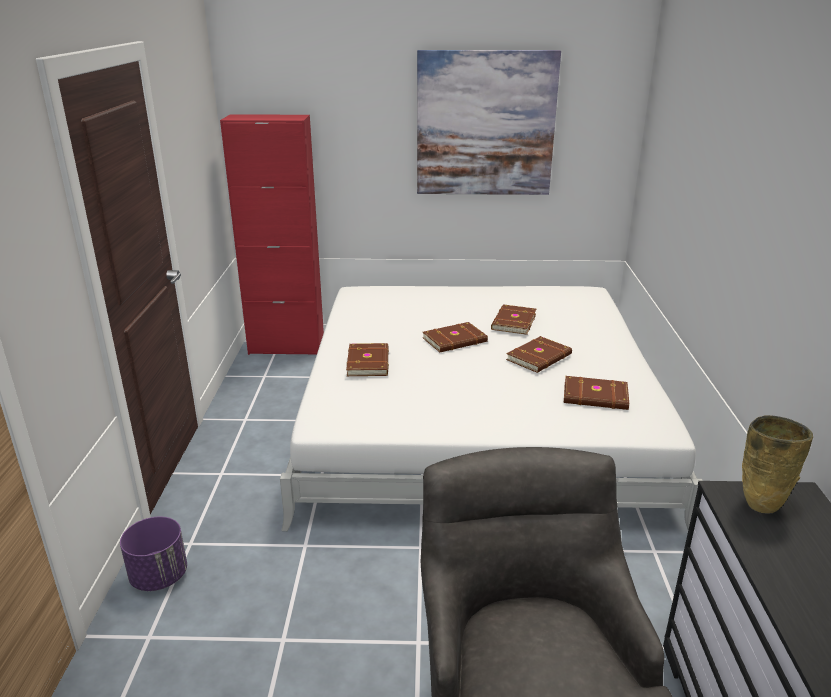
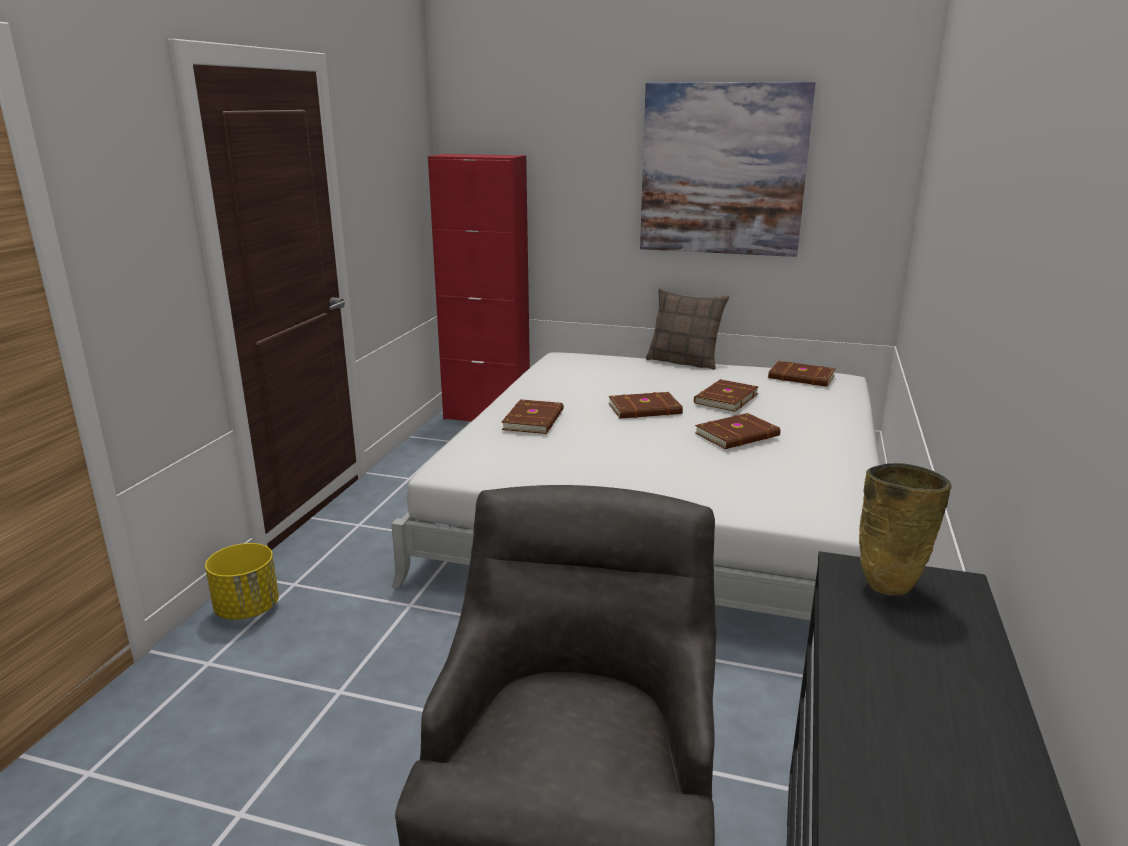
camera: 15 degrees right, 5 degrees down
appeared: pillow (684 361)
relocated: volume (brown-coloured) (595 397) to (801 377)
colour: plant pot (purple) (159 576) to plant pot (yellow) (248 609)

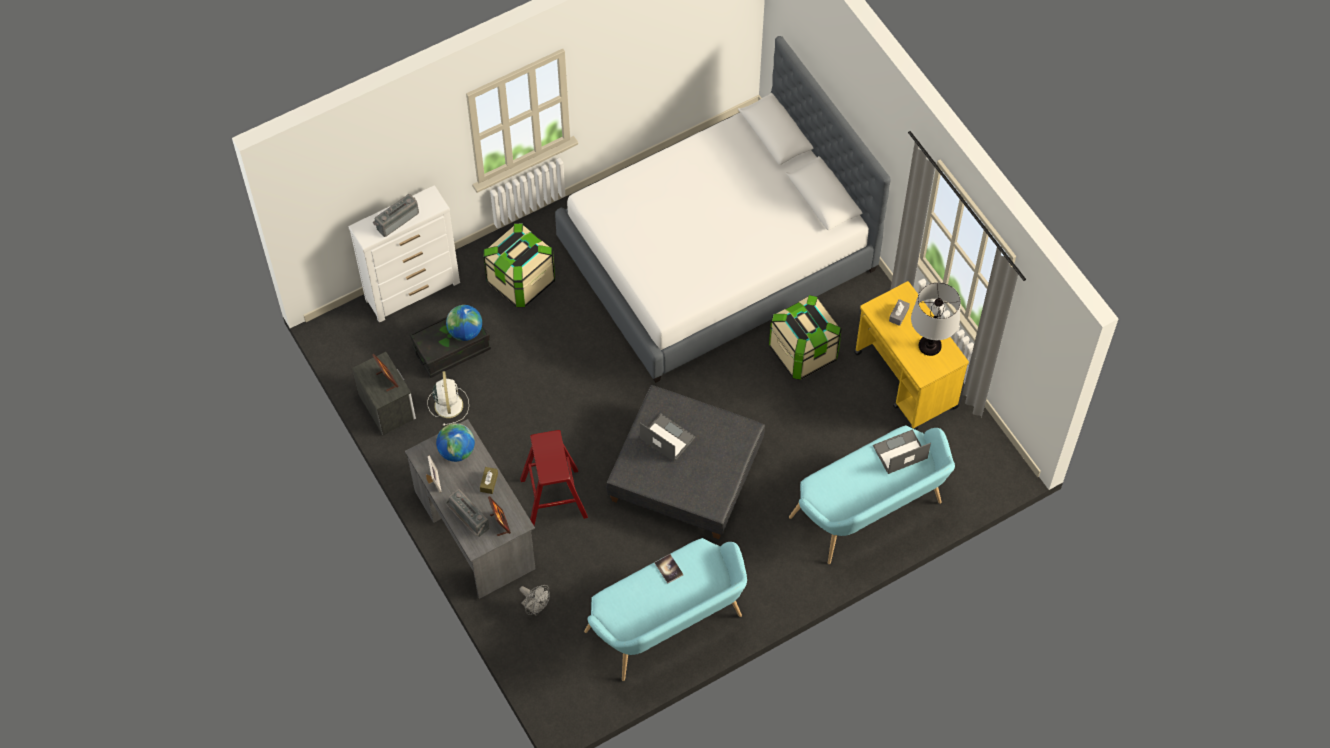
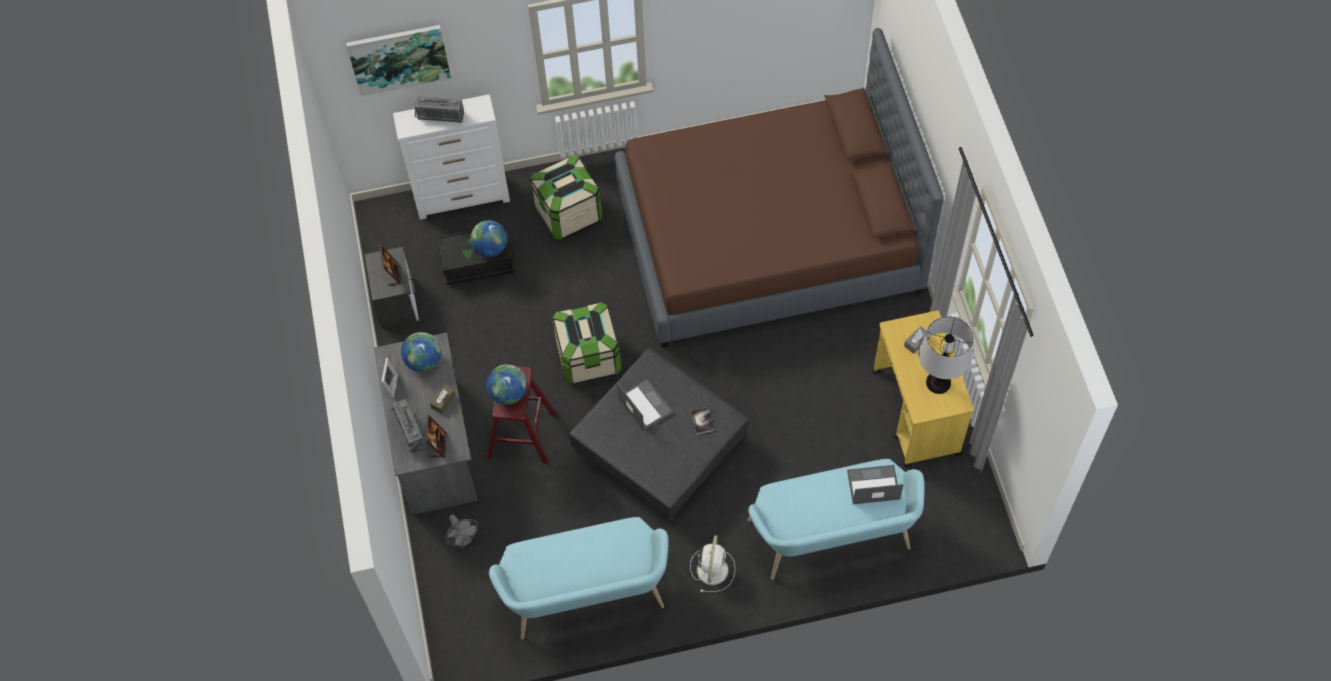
camera: 20 degrees right, 0 degrees up
appeared: wall art (399 58); globe (508 393)
relocated: storage box (803 352) to (588 358); fan (white) (448 404) to (712 568); volume (668 569) to (702 421)
colour: sleeping bed (white) (717 255) to sleeping bed (brown-coloured) (768 238)
spun: radio receiver (396 219) = (440 118) 150 degrees counterclockwise

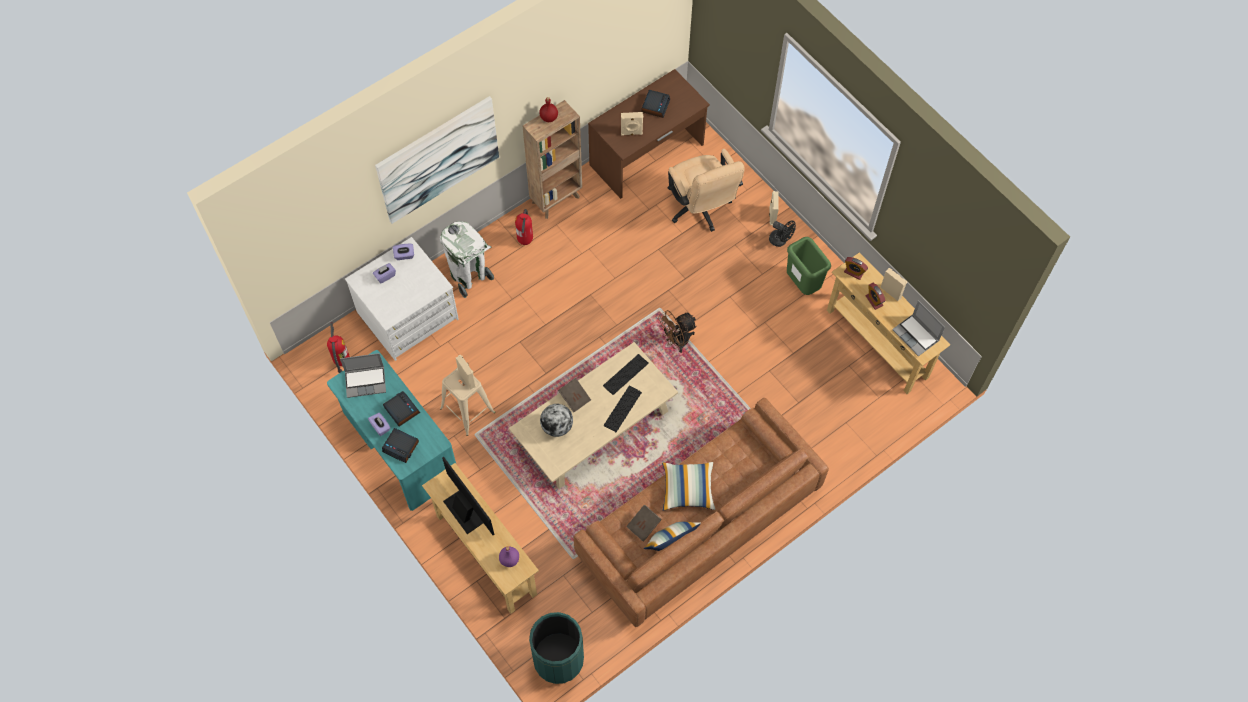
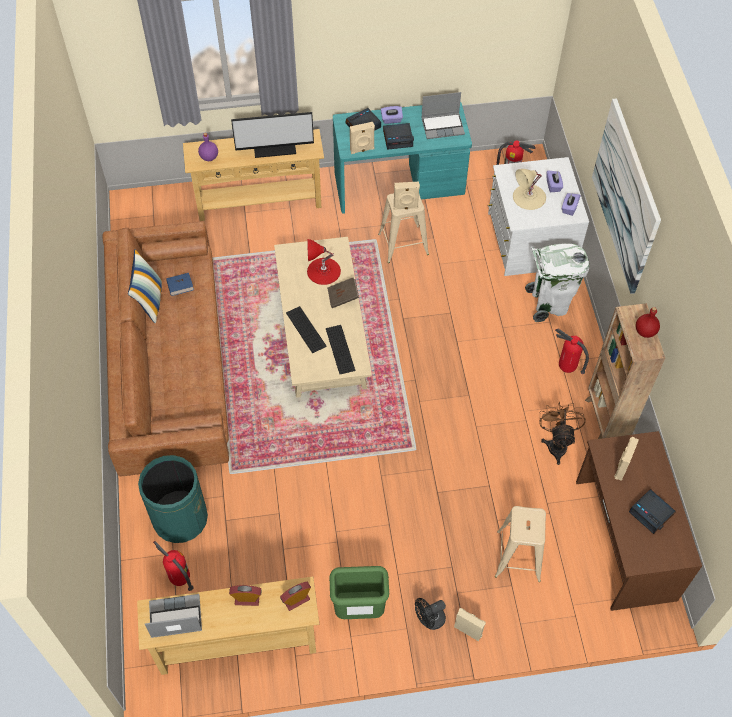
camera: 120 degrees right, 5 degrees down
missing: pillow (687 489)
appeared: table lamp (beige) (529 197); fire-fighting cylinder (180 579)
relocated: audio speaker (beige) (891 292) to (362 150); fan (brown-coloured) (676 341) to (557 443); waste bin (green-coloured) (558 659) to (180 518)
exchanged: office chair (beige) (700 209) to stool seat (beige) (518 556); globe (557 426) to table lamp (red-coloured) (323 271)
colour: volume (brown-coloured) (643 525) to volume (blue-coloured) (181 289)
spun: portable computer (366 381) = (443 126) 120 degrees counterclockwise

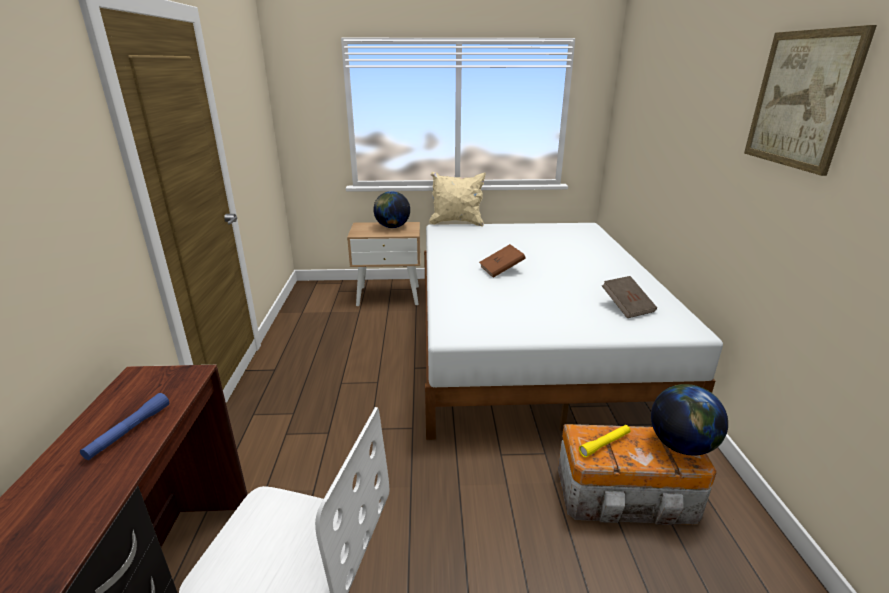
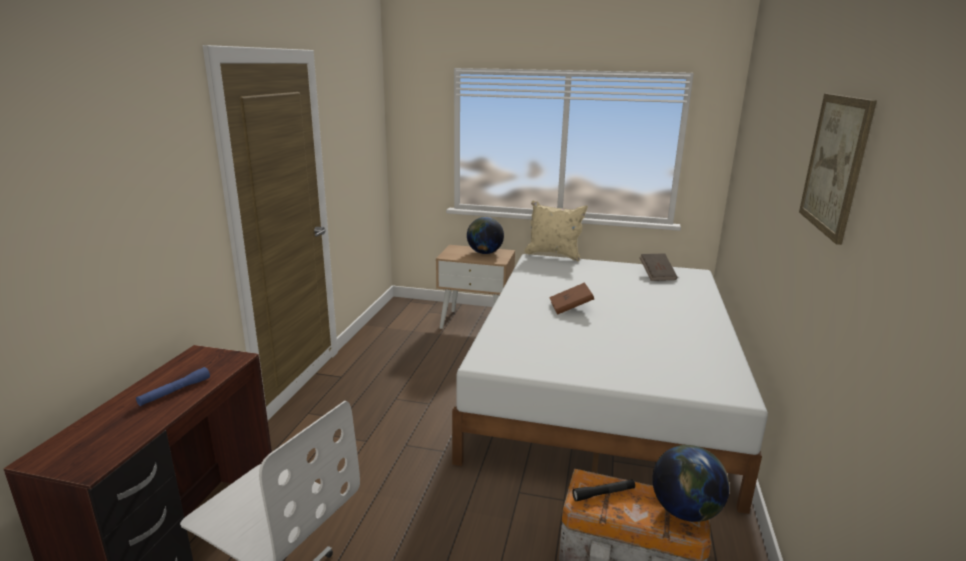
camera: 15 degrees right, 5 degrees down
relocated: volume (brown-coloured) (627 307) to (657 275)
colour: hand torch (yellow) (604 444) to hand torch (black-coloured) (603 494)

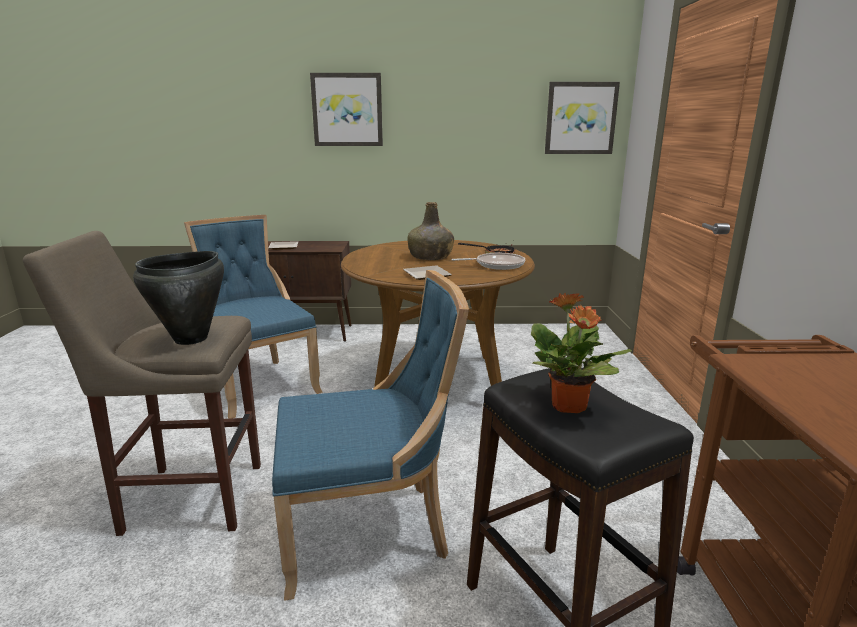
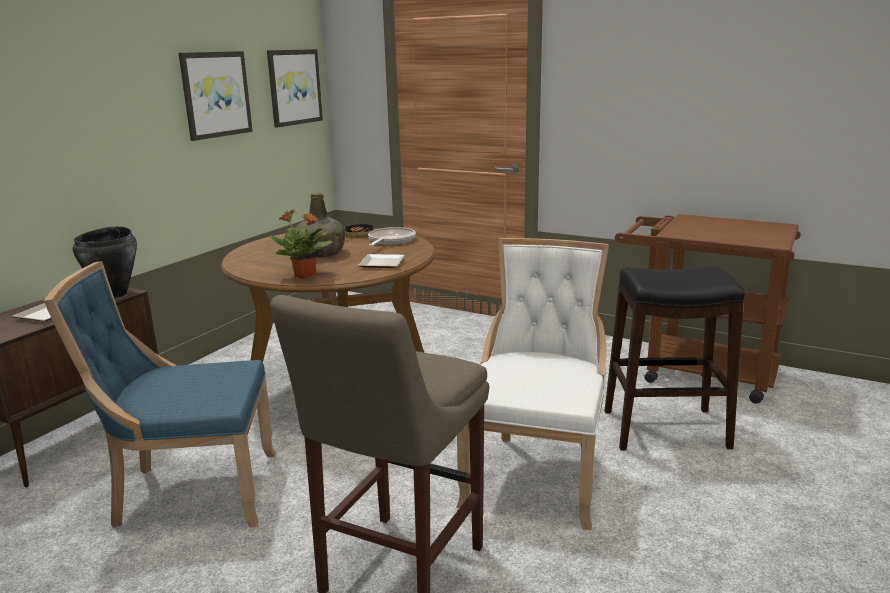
camera: 60 degrees left, 0 degrees up
relocated: wall art (347 110) to (215 94); saucepot (black-coloured) (191 339) to (115 294); houseplant (569 407) to (305 275)
colour: chair (blue-coloured) (370 530) to chair (white) (536 475)

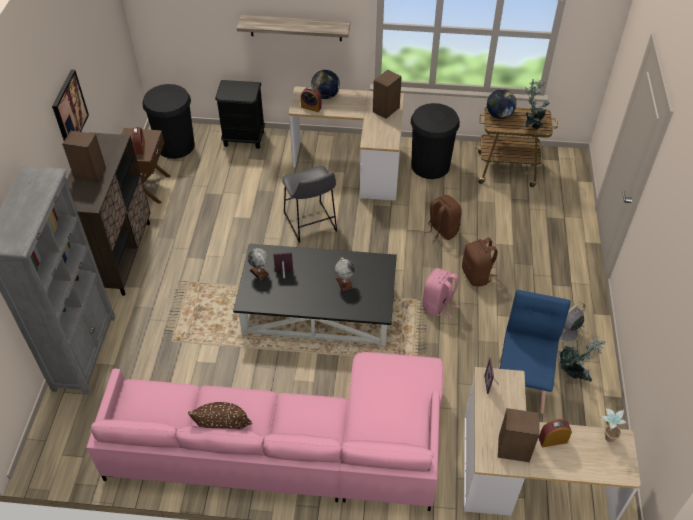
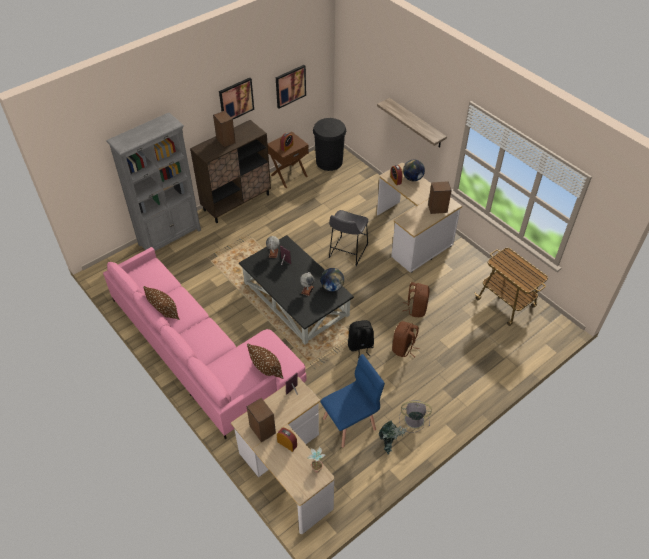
camera: 45 degrees right, 0 degrees up
missing: houseplant (532 125); bedside table (black-coloured) (244 138); waste bin (black-coloured) (430 165)
appeared: wall art (290 86); pillow (brown-coloured) (266 370)
relocated: globe (499 115) to (332 287)
colour: rucksack (pink-coloured) (438 305) to rucksack (black-coloured) (360 346)

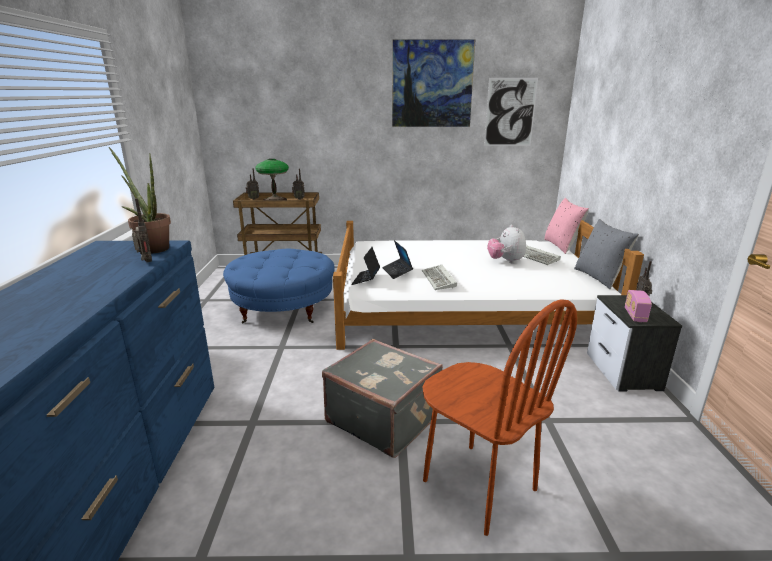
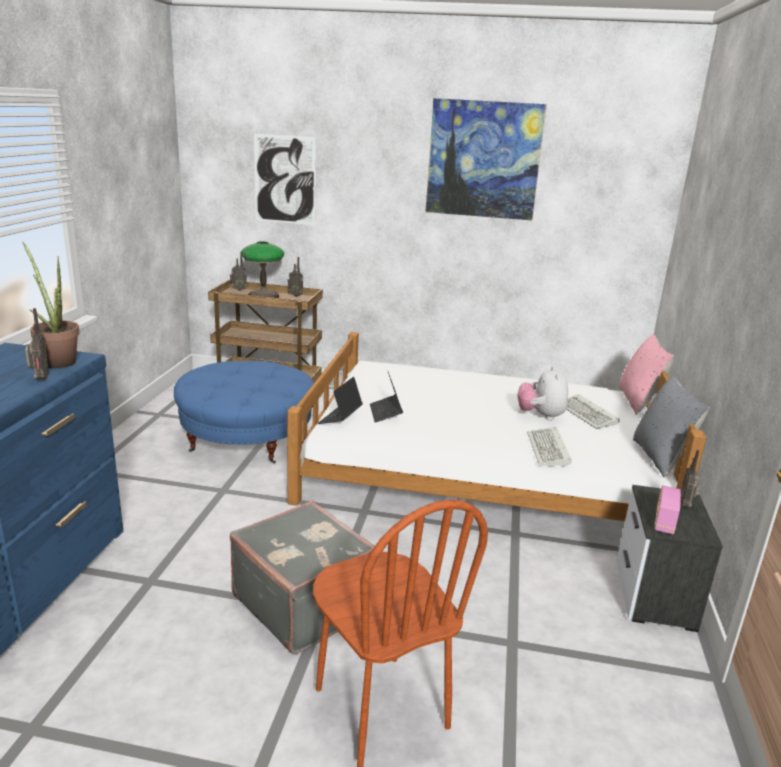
camera: 10 degrees right, 0 degrees up
relocated: wall art (510 112) to (285 180); computer keyboard (439 280) to (549 450)

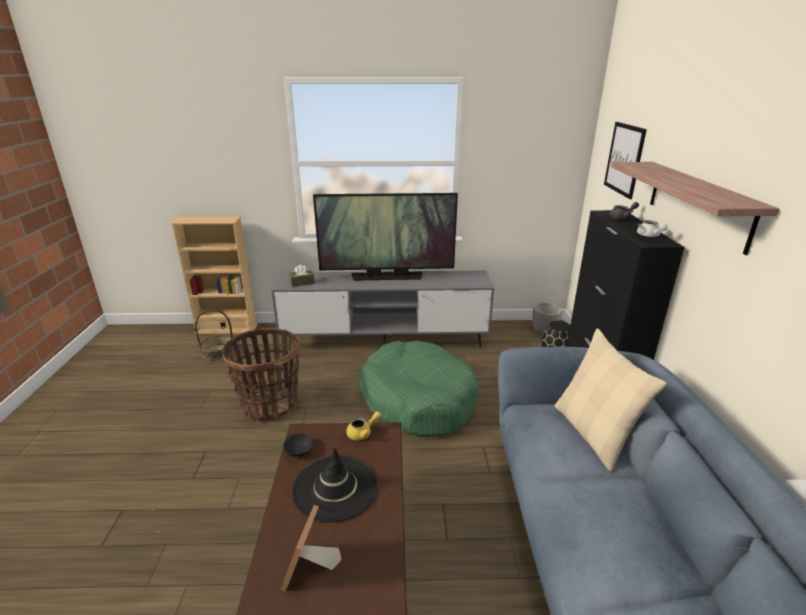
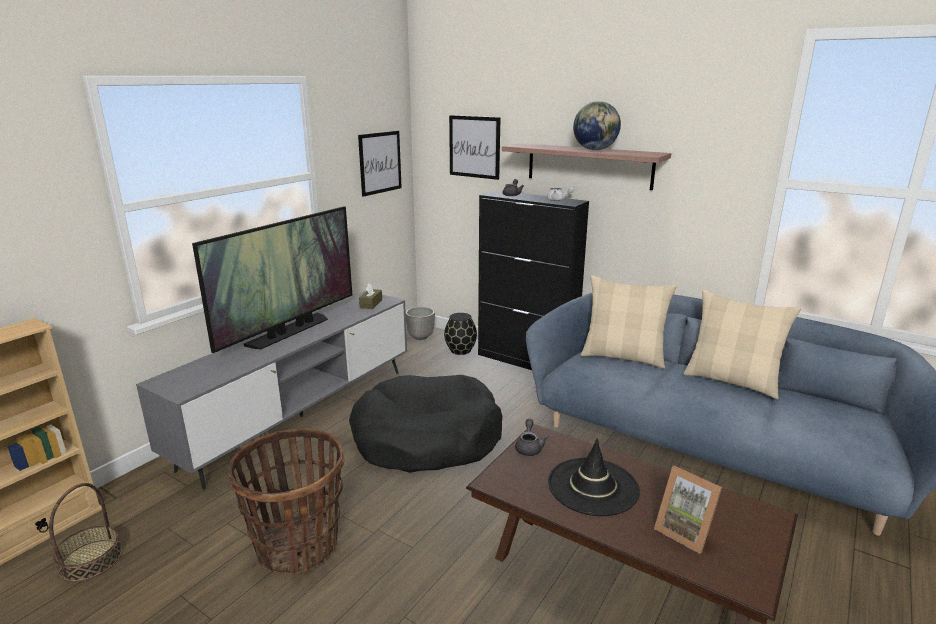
camera: 55 degrees left, 5 degrees down
missing: serving bowl (black-coloured) (298 450)
appeared: globe (595 150); wall art (380 162); pillow (beige) (731 381)
relocated: tissue box (brown-coloured) (302 283) to (371 304)
colour: dog cushion (green-coloured) (417 399) to dog cushion (black-coloured) (426 438); teapot (yellow) (362 433) to teapot (gray) (529 447)

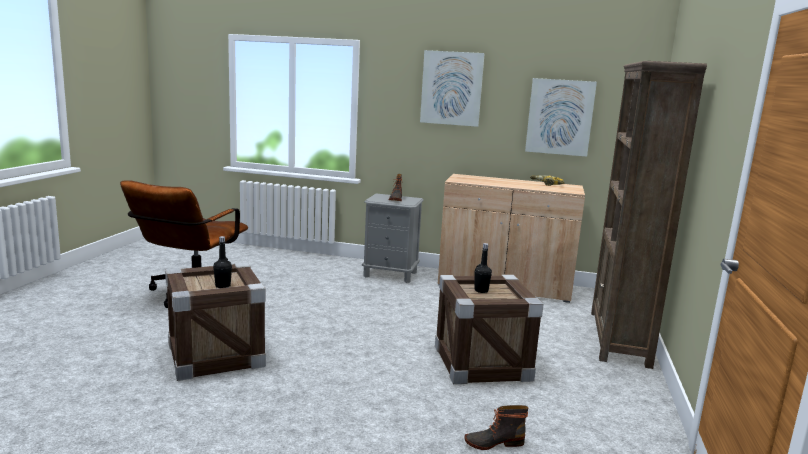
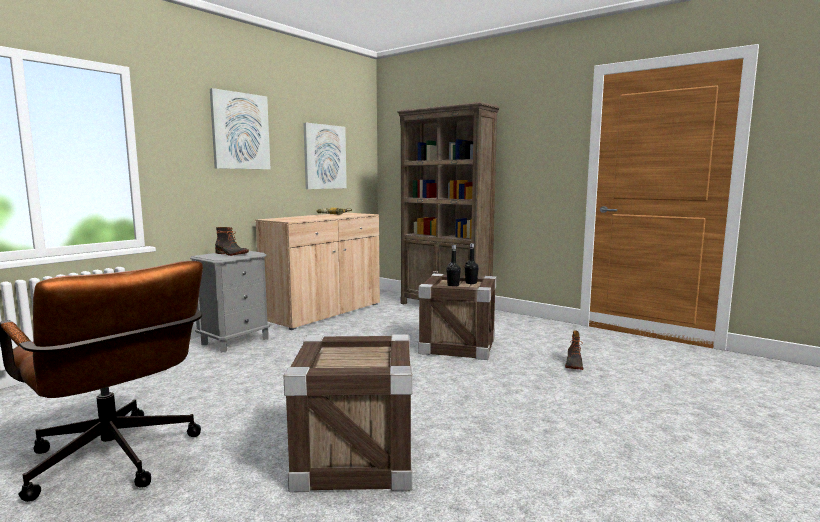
camera: 65 degrees left, 5 degrees down
relocated: drink bottle (black-coloured) (223 286) to (471 283)

